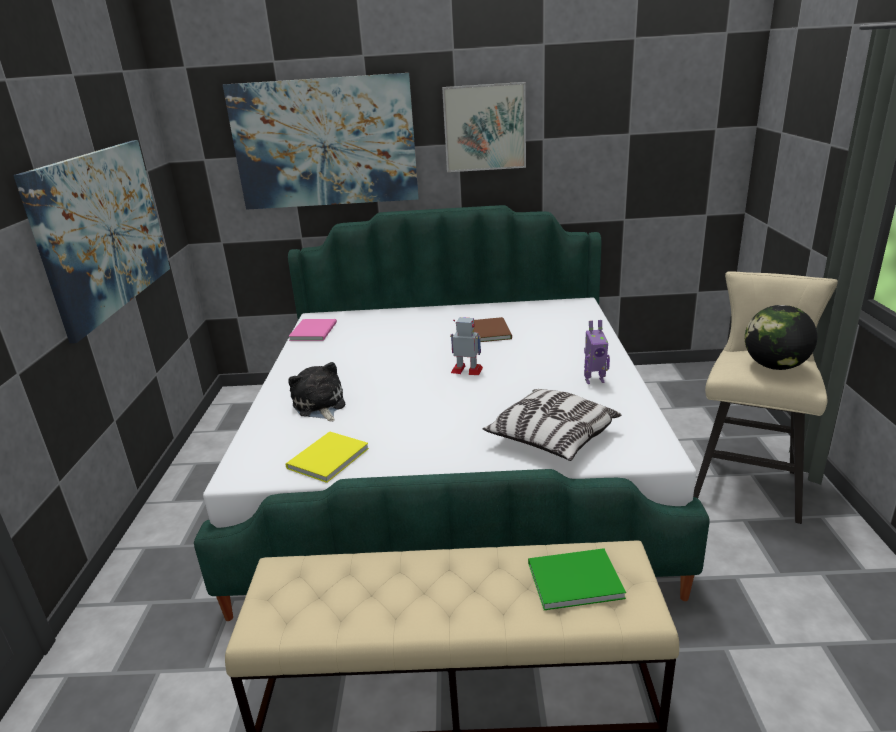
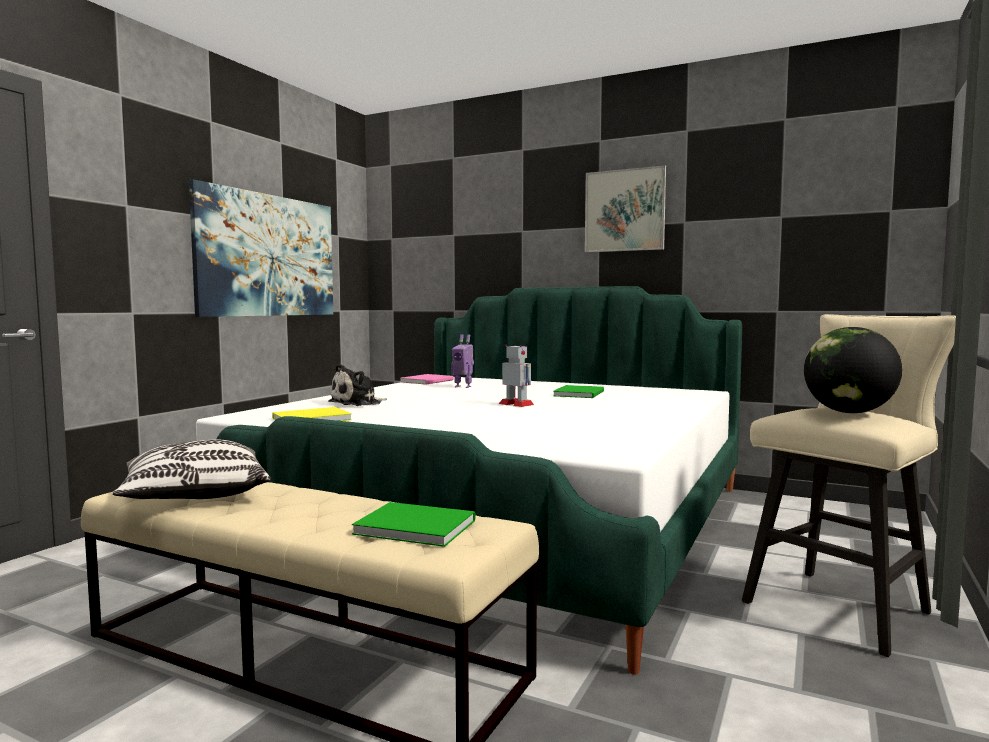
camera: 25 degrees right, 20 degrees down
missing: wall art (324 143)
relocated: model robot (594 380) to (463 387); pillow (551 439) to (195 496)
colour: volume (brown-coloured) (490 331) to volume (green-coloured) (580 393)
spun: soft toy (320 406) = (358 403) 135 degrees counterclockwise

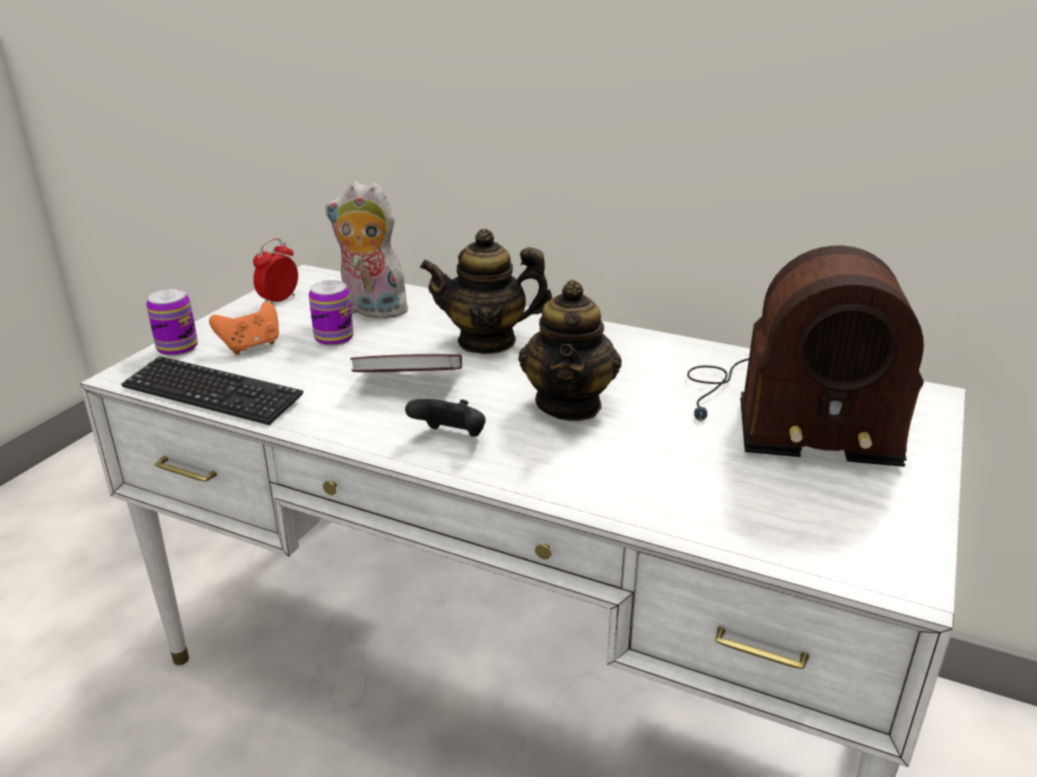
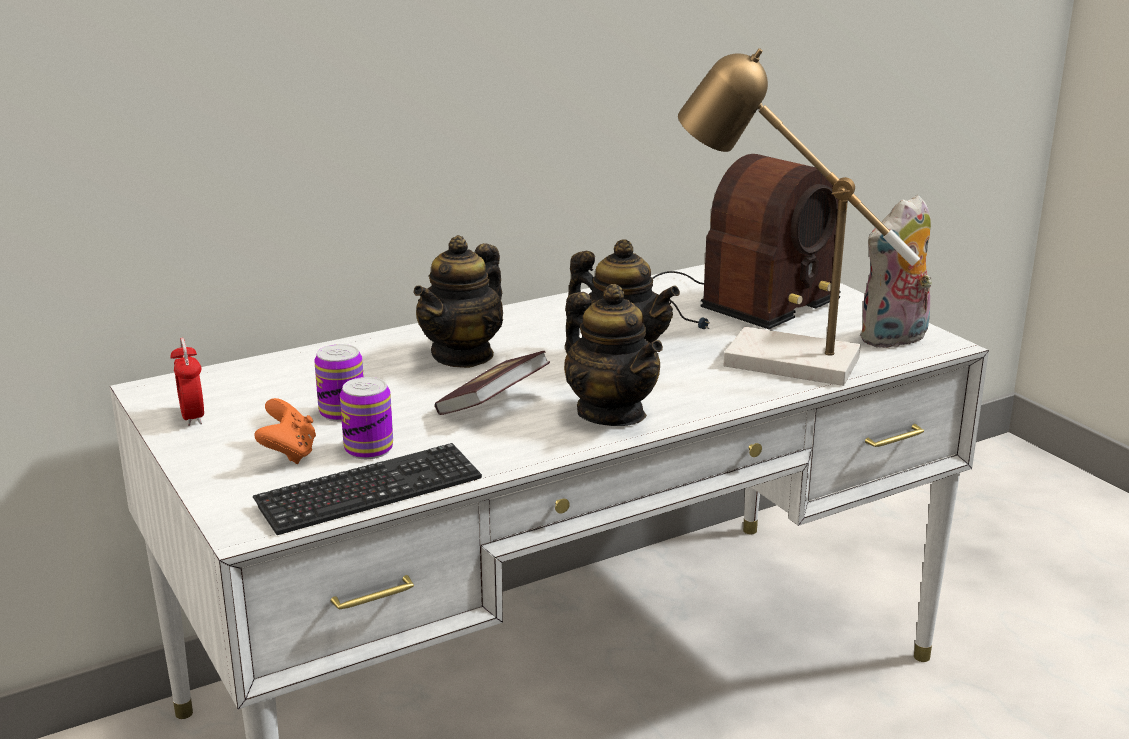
camera: 55 degrees left, 5 degrees down
appeared: table lamp (772 360)
relocated: soft toy (371 310) to (894 339); can (177 348) to (368 449)
exchanged: joypad (black-coloured) (450 438) to teapot (611 413)

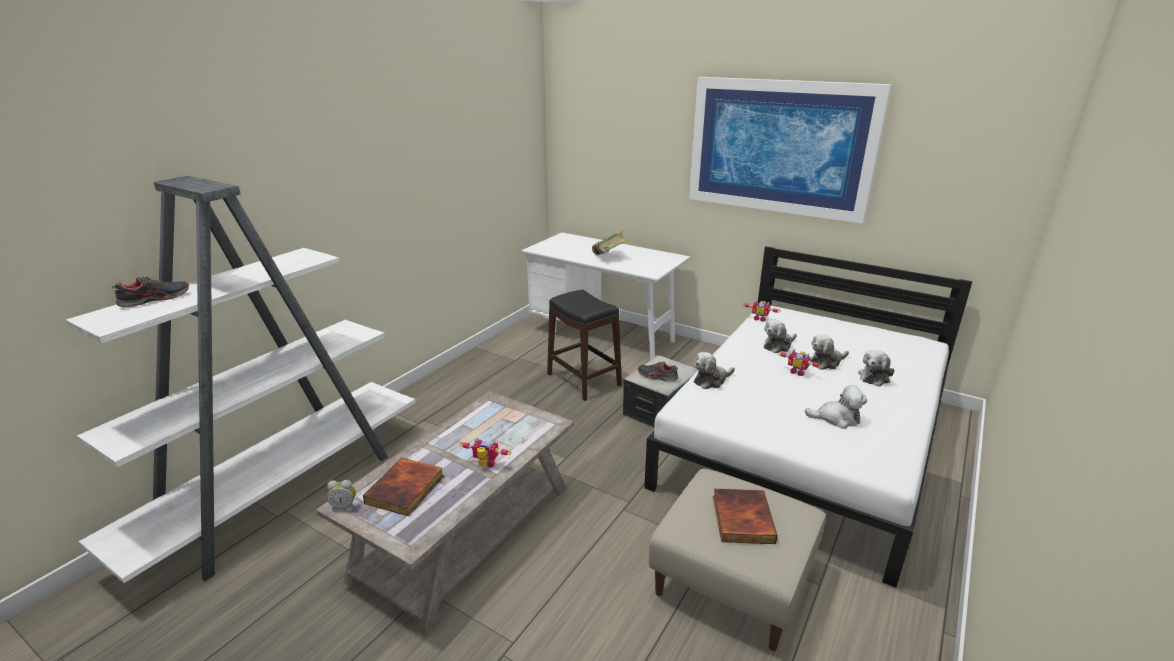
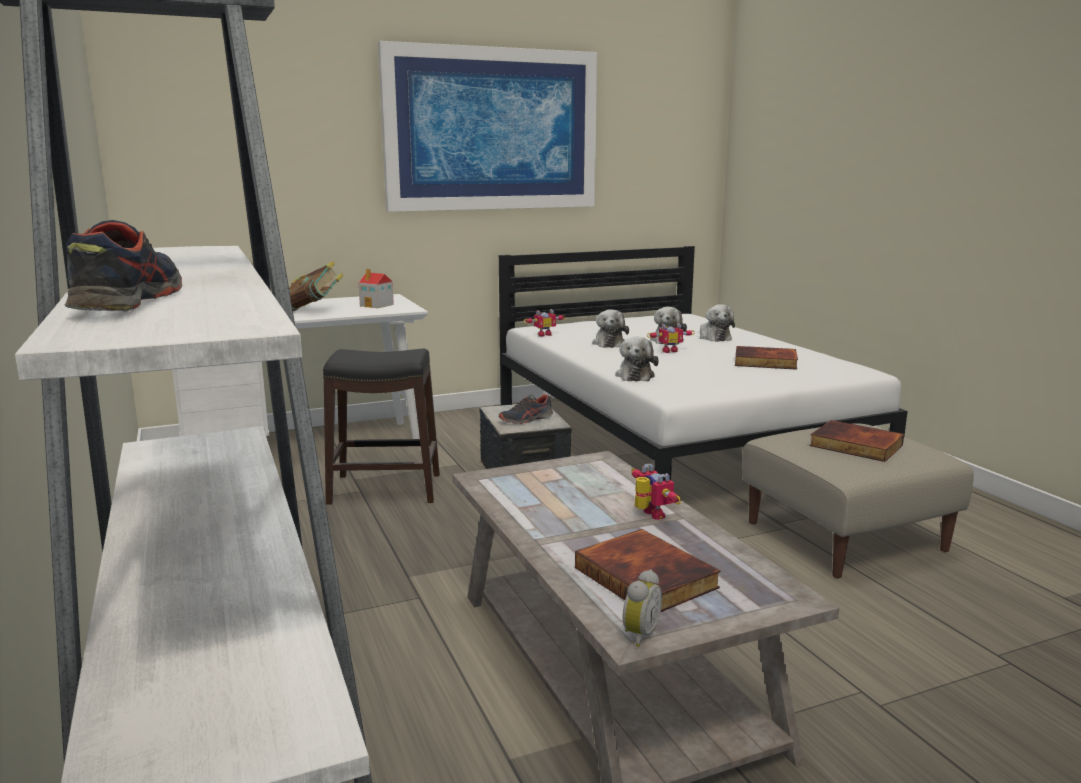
camera: 55 degrees left, 10 degrees down
appeared: toy house (377 305)
exchanged: soft toy (836 418) to volume (764 362)
spun: model robot (485 466) = (649 515) 105 degrees clockwise

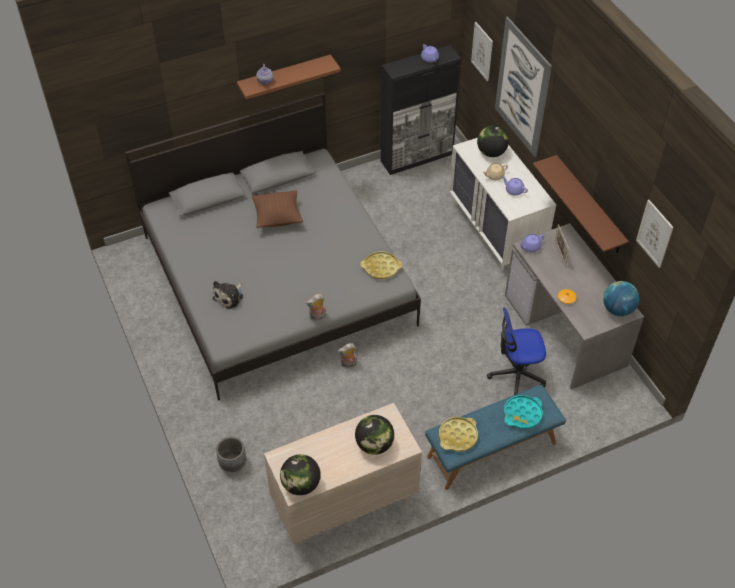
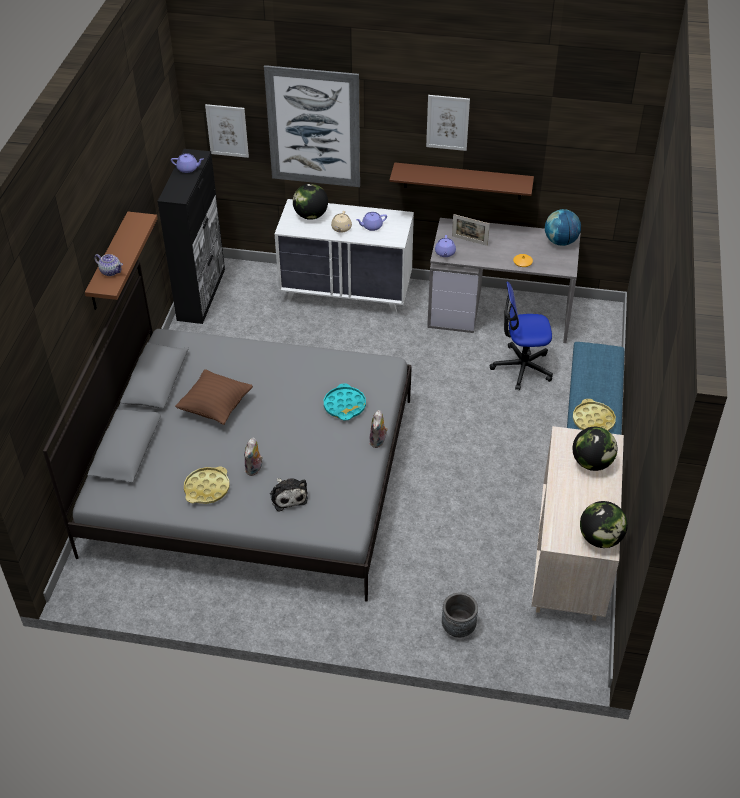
camera: 55 degrees left, 5 degrees down
relocated: wall art (654 233) to (447 122); tray (yellow) (381 268) to (207 488); soft toy (348 364) to (254 469); tray (turquoise) (522 414) to (344 405)
spun: office chair (516 375) = (522 367) 60 degrees clockwise

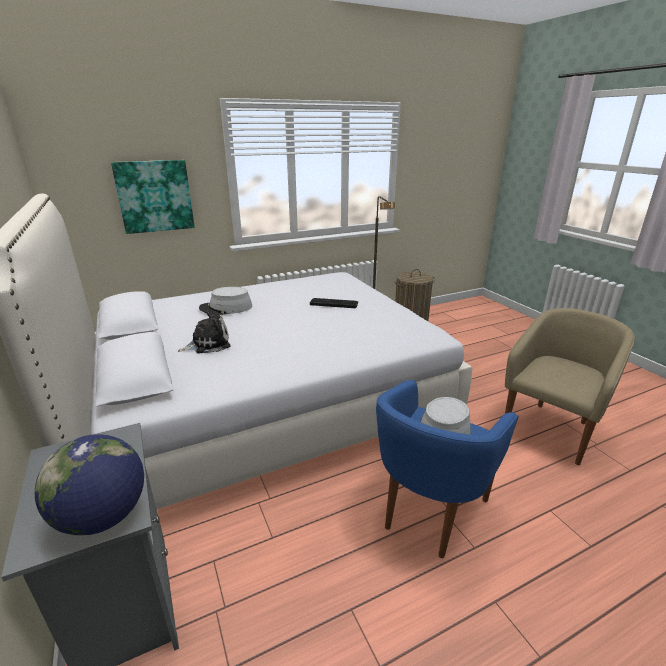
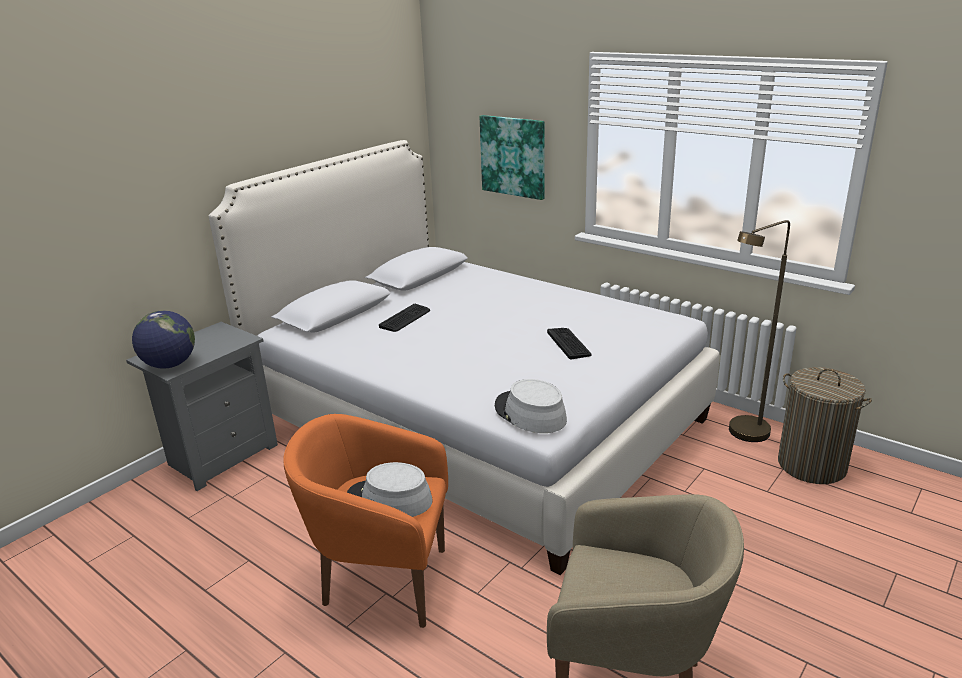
camera: 65 degrees right, 0 degrees up
relocated: clothing hat (gray) (226 308) to (529 413)
exchanged: soft toy (208 344) to computer keyboard (405 318)
colour: armchair (blue-coloured) (429 510) to armchair (orangey) (381 582)

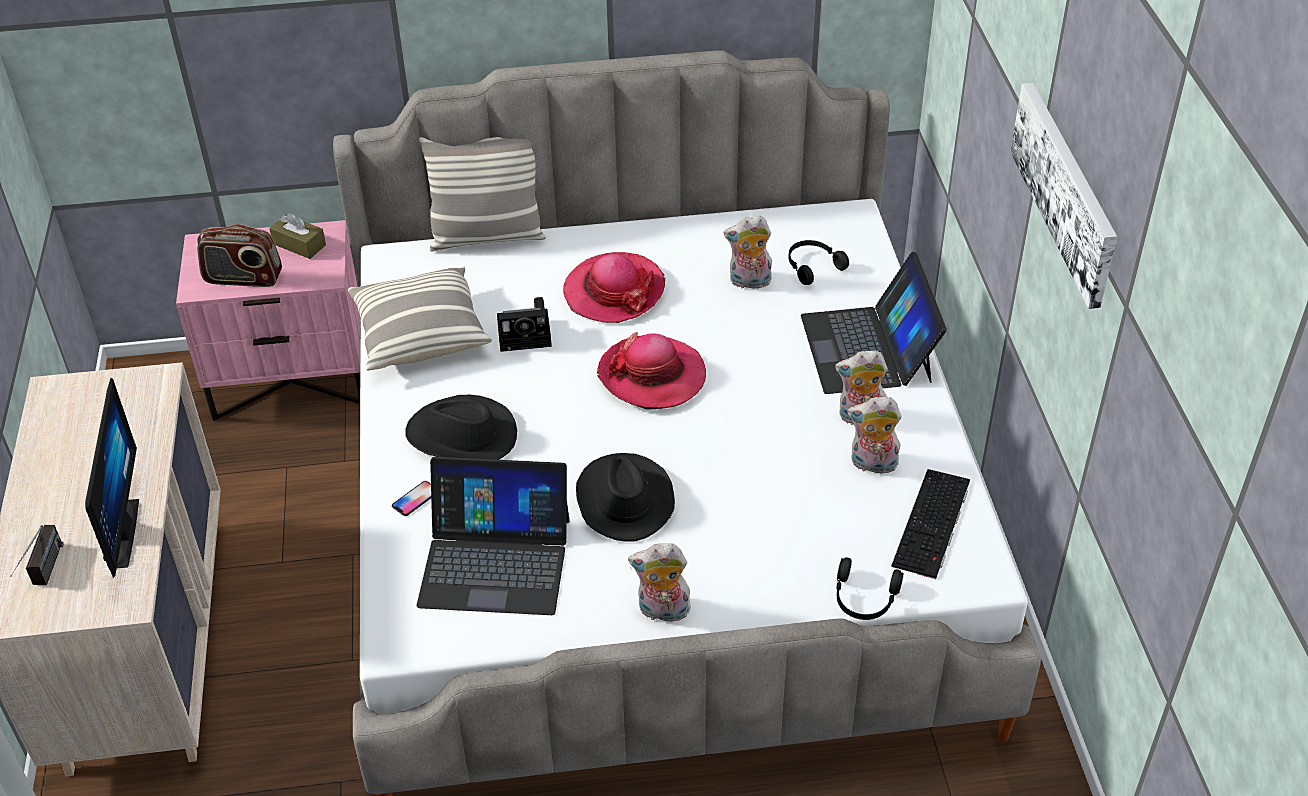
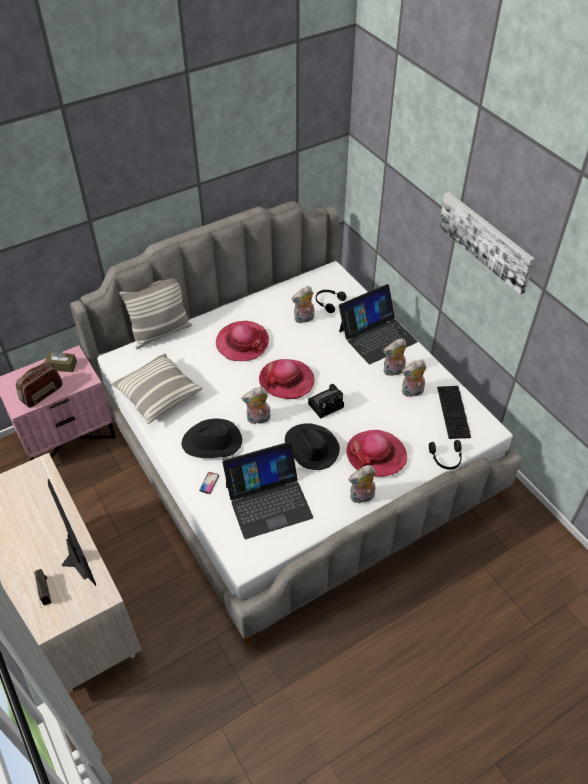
camera: 25 degrees left, 5 degrees up
appeared: soft toy (258 419); clothing hat (376 455)
relocated: still camera (527 334) to (327 404)
spun: radio receiver (243 278) = (42 394) 150 degrees clockwise; portable computer (868 348) = (377 336) 90 degrees counterclockwise

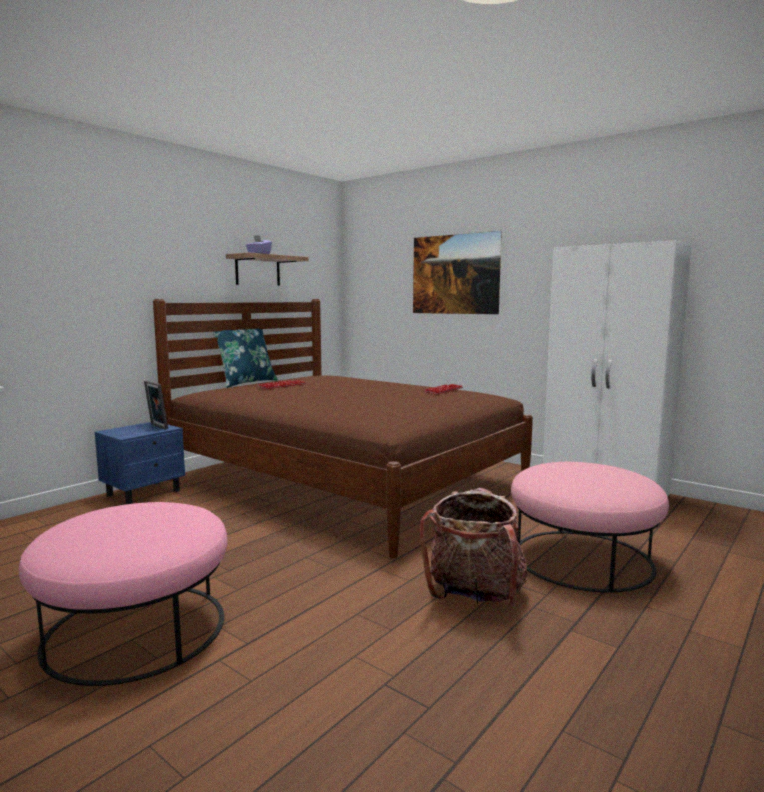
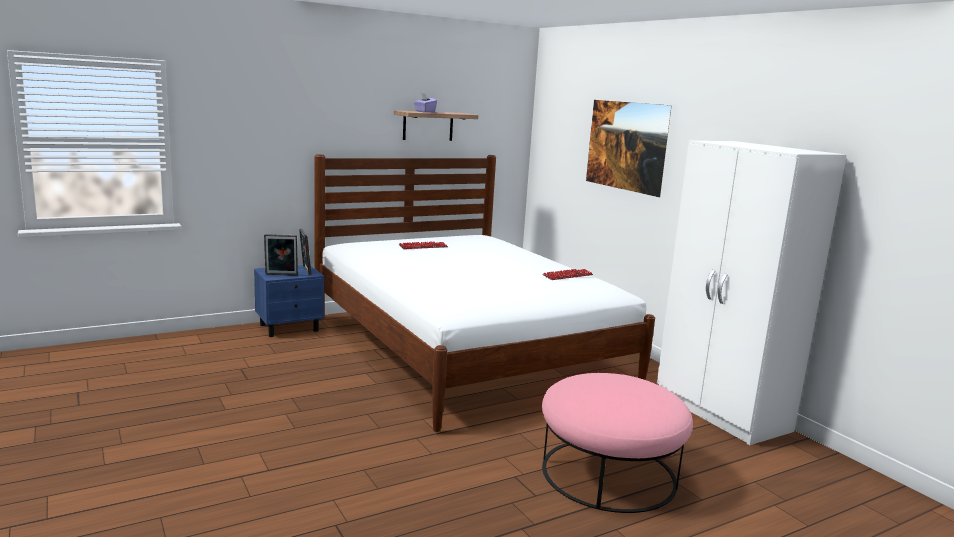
camera: 20 degrees right, 5 degrees up
missing: pillow (blue-coloured) (246 383); rucksack (475 595); footrest (pink-coloured) (136 629)
appeared: picture frame (281 275)
colour: sleeping bed (brown-coloured) (344 482) to sleeping bed (white) (465 349)

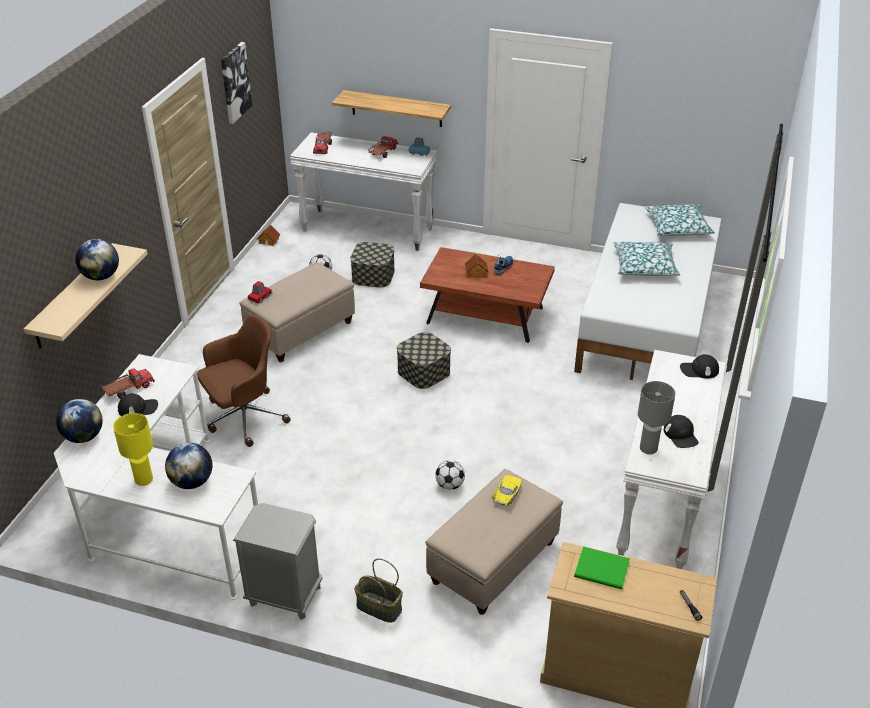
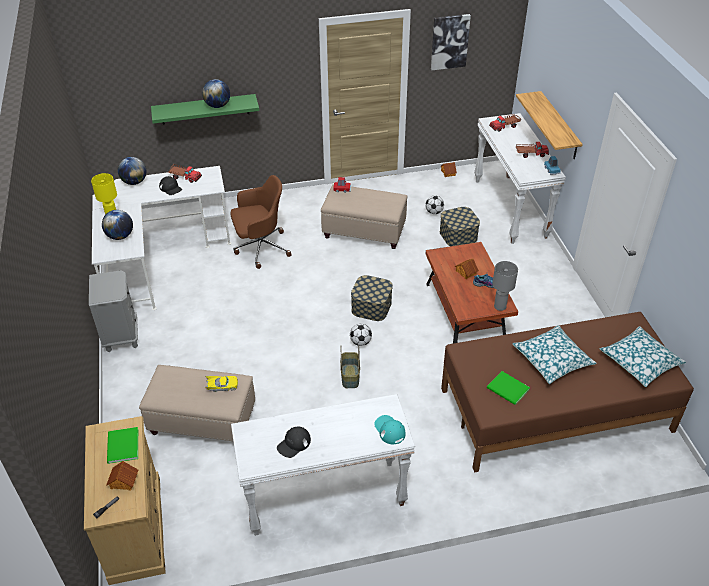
camera: 60 degrees right, 5 degrees up
appeared: volume (green-coloured) (508 390); toy house (123 481)
relocated: table lamp (gray) (649 448) to (500 307); ball for football (450 485) to (360 342); basket (378 608) to (349 376)
colour: sleeping bed (white) (648 319) to sleeping bed (brown-coloured) (556 410); shelf (beige) (73 296) to shelf (green-coloured) (205 109); cap (black-coloured) (699 370) to cap (turquoise) (389 430)
spun: office chair (brown-coloured) (244 417) = (260 248) 45 degrees counterclockwise

